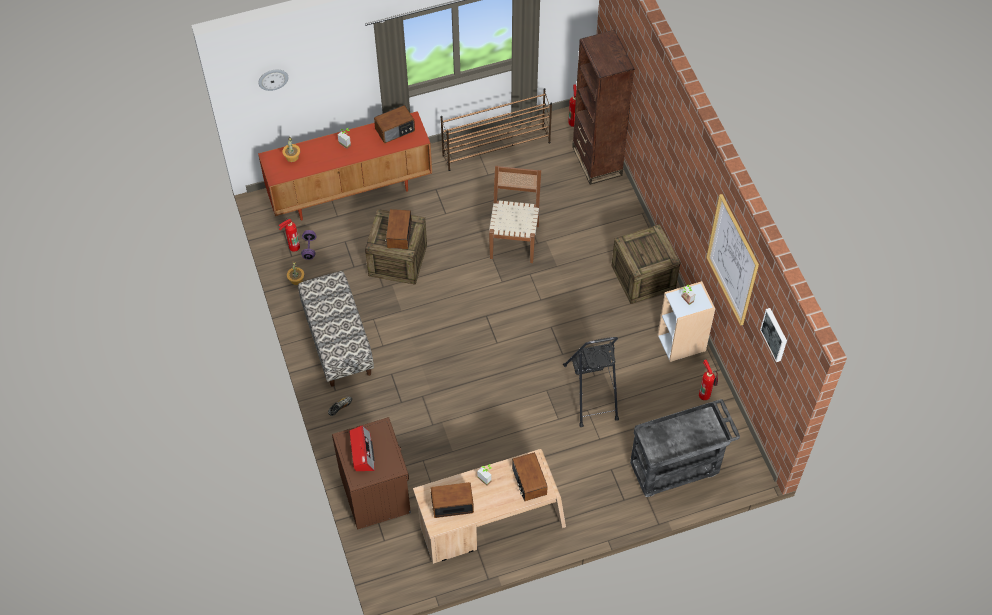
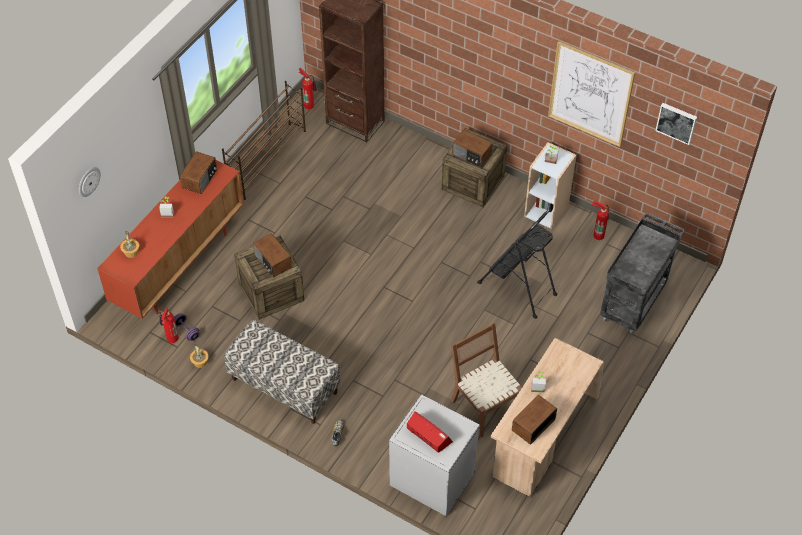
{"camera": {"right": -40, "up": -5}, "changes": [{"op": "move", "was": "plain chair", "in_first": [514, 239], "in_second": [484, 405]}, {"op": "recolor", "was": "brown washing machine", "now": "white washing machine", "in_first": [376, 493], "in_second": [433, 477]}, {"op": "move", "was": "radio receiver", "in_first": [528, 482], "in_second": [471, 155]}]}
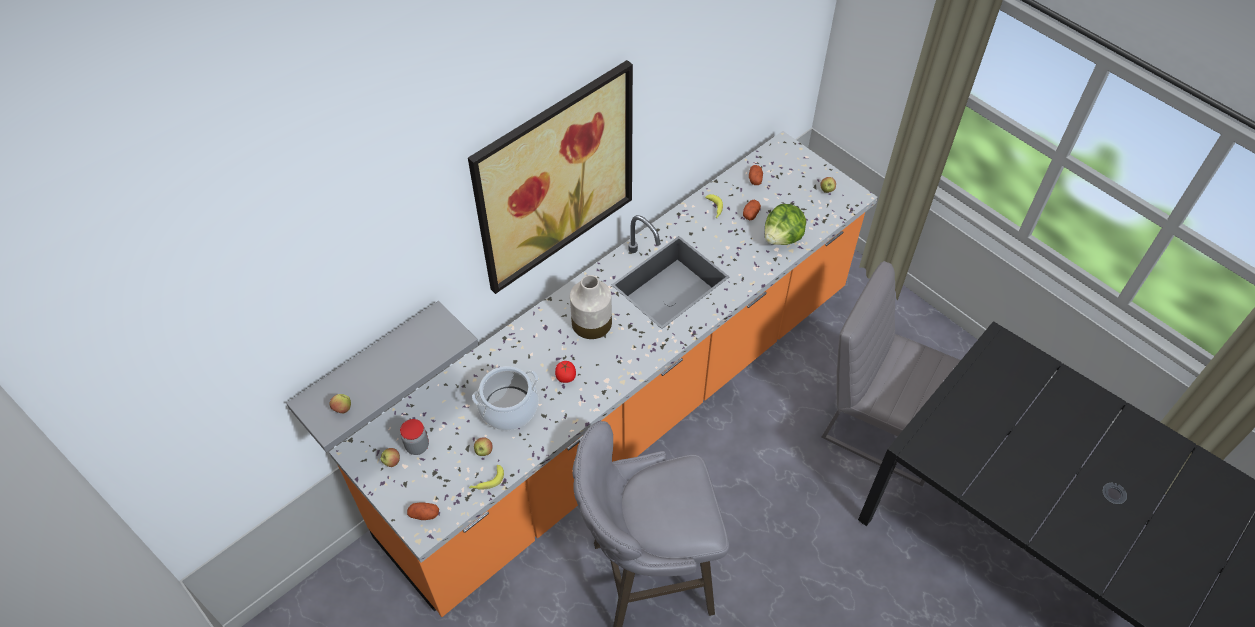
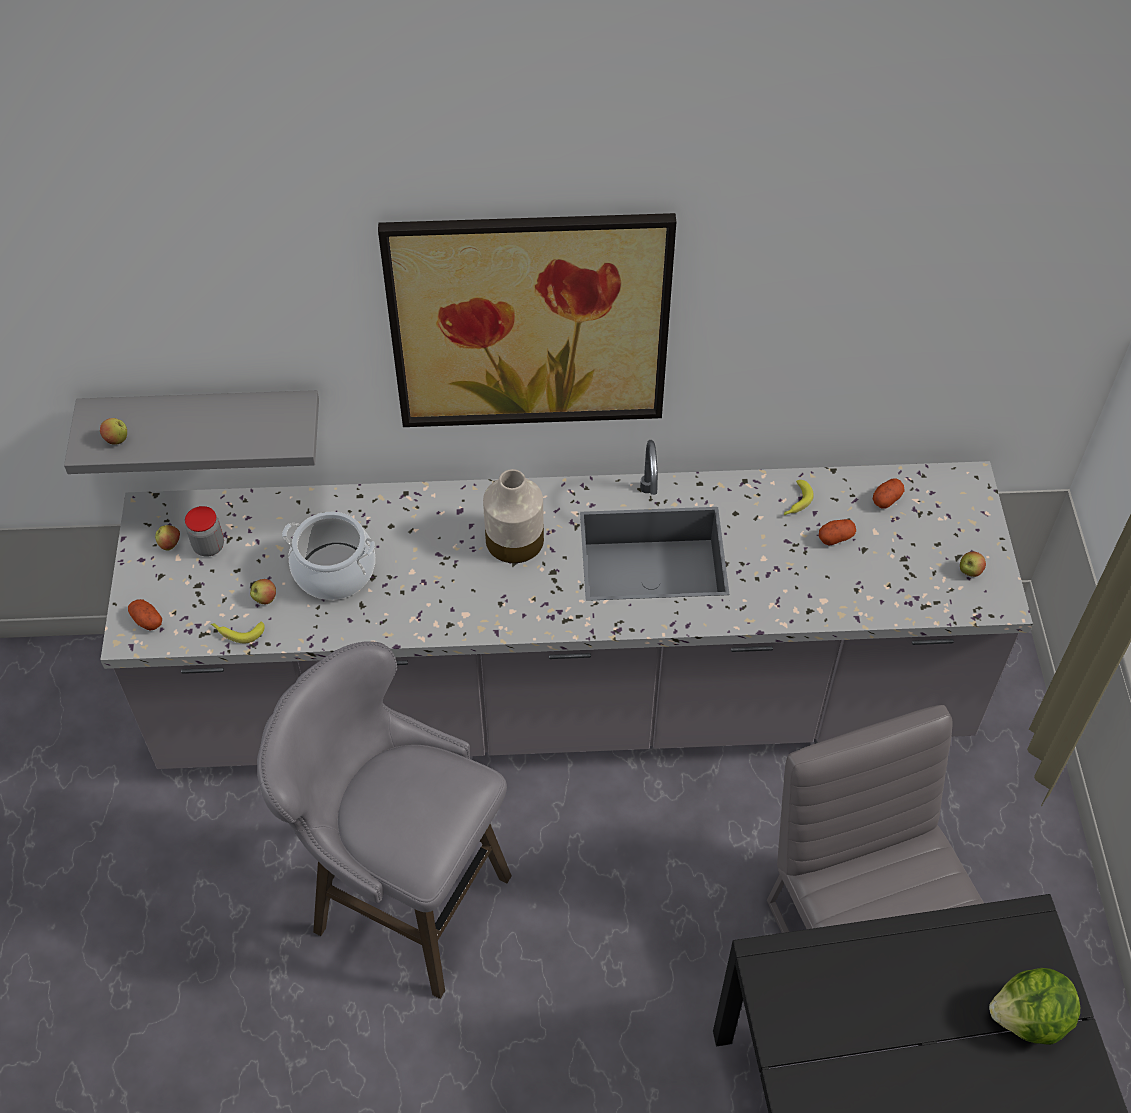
{"camera": {"right": 40, "up": 0}, "changes": [{"op": "recolor", "was": "orange counter", "now": "grey counter", "in_first": [627, 410], "in_second": [565, 698]}, {"op": "move", "was": "lettuce", "in_first": [782, 238], "in_second": [1029, 1019]}, {"op": "delete", "was": "fresh tomato", "in_first": [565, 376]}]}
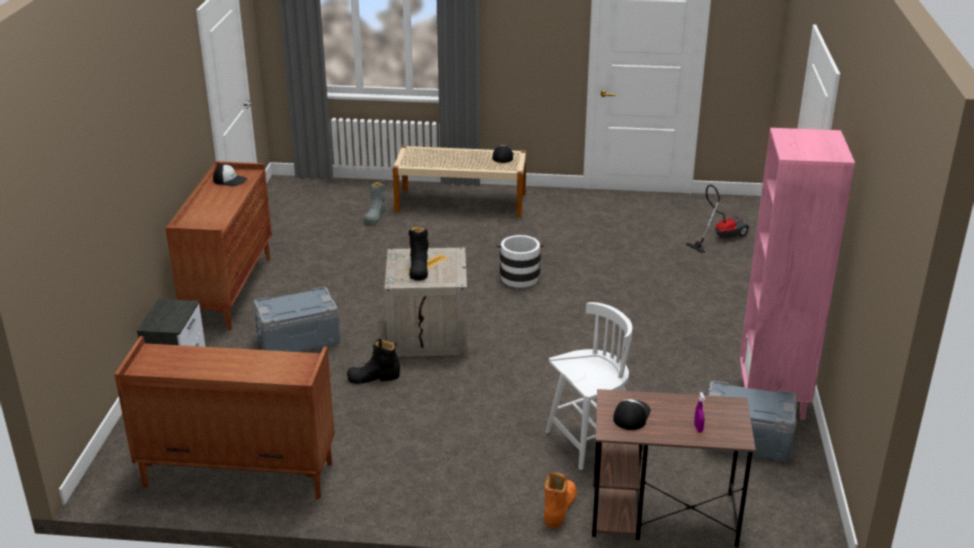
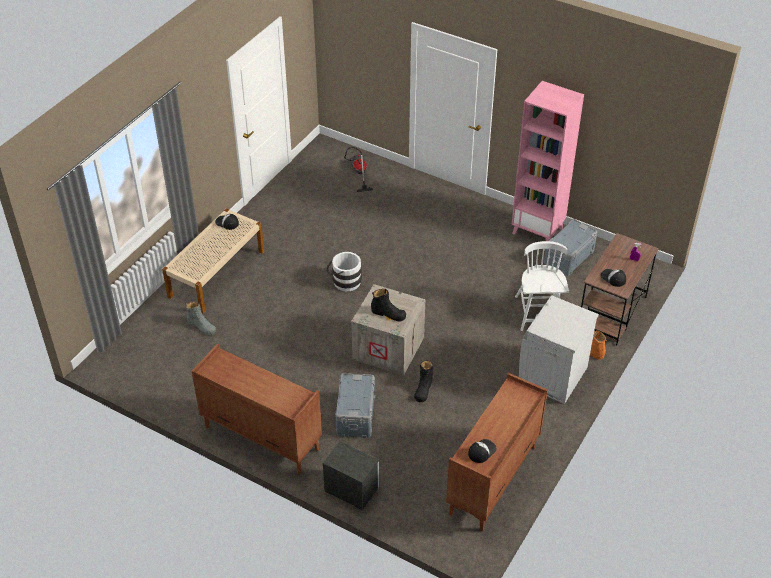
{"camera": {"right": -65, "up": 15}, "changes": [{"op": "move", "was": "baseball cap", "in_first": [230, 180], "in_second": [481, 451]}, {"op": "insert", "now": "white washing machine", "in_second": [552, 376]}]}
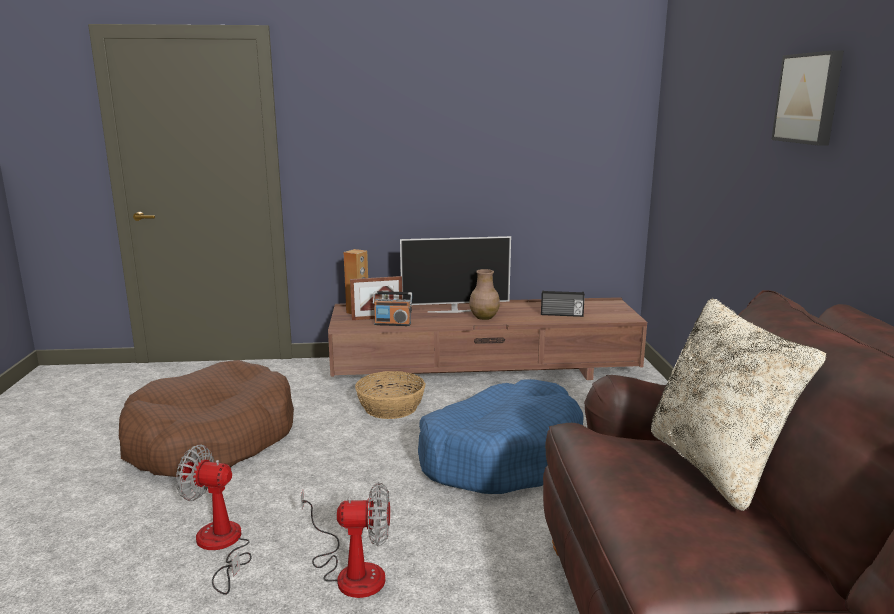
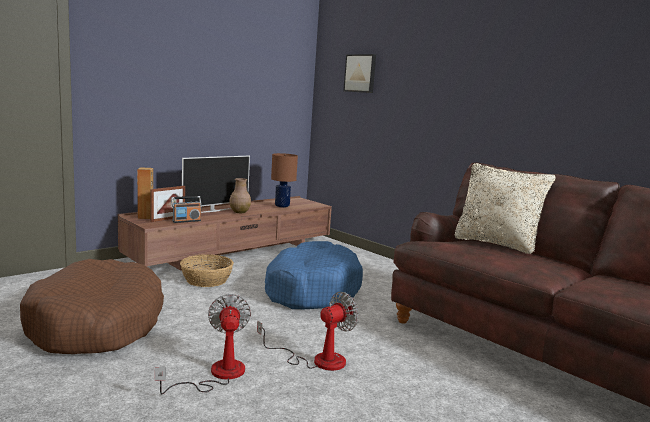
{"camera": {"right": -40, "up": -5}, "changes": [{"op": "move", "was": "wall art", "in_first": [809, 98], "in_second": [360, 73]}, {"op": "replace", "was": "radio receiver", "now": "brown tabletop lamp", "in_first": [561, 315], "in_second": [282, 206]}, {"op": "rotate", "was": "cooling fan", "in_first": [221, 546], "in_second": [217, 375], "clockwise": 105}]}
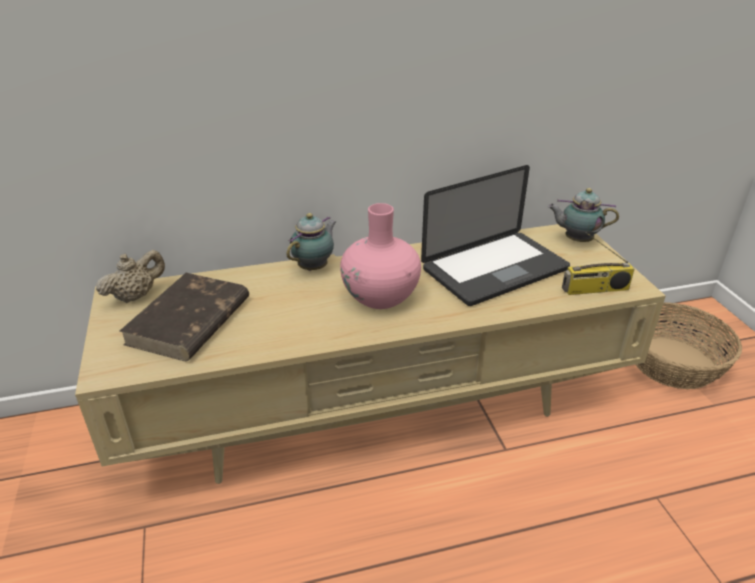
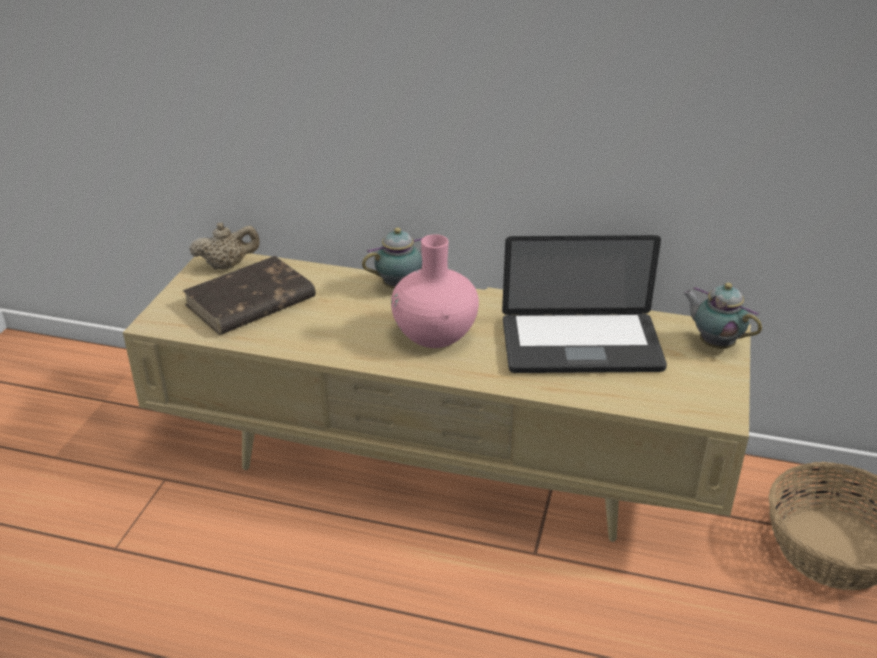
{"camera": {"right": 30, "up": 0}, "changes": [{"op": "delete", "was": "radio receiver", "in_first": [594, 289]}]}
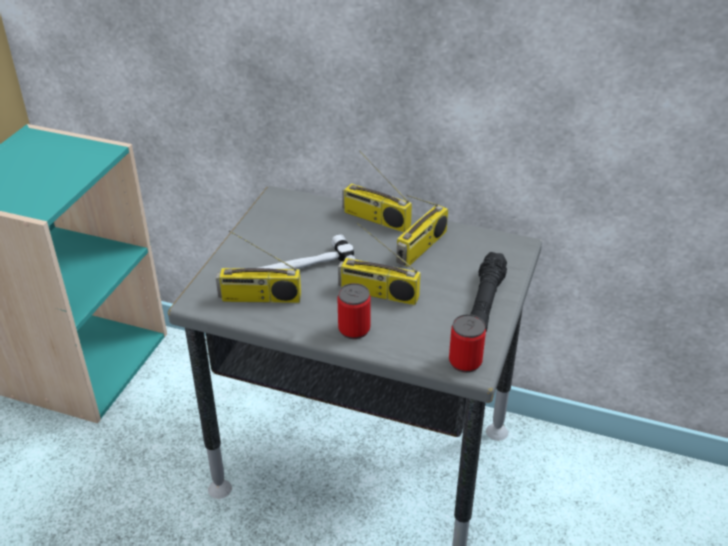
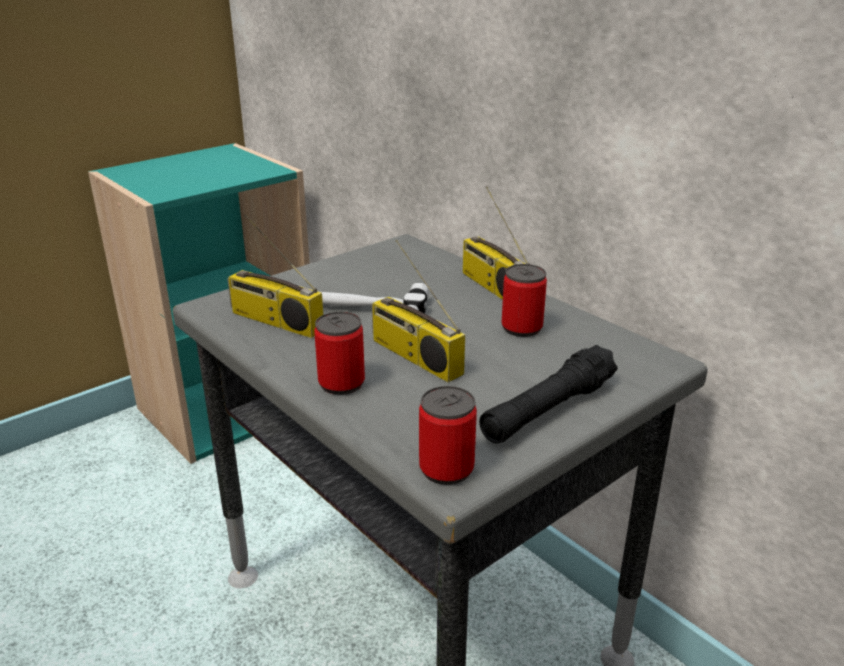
{"camera": {"right": 30, "up": -10}, "changes": [{"op": "replace", "was": "radio receiver", "now": "sealed can", "in_first": [422, 248], "in_second": [521, 328]}]}
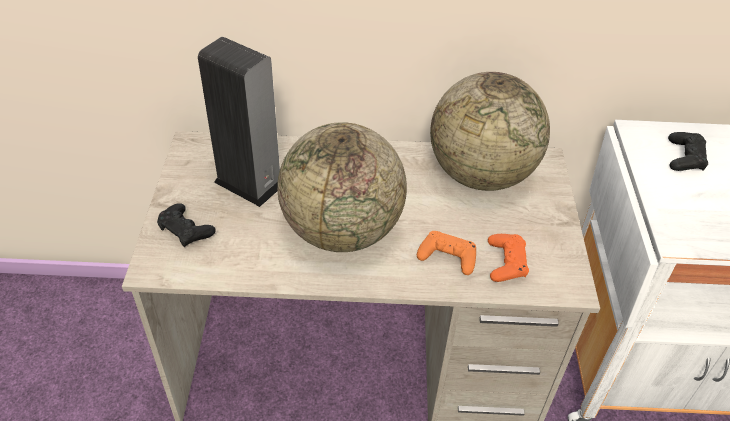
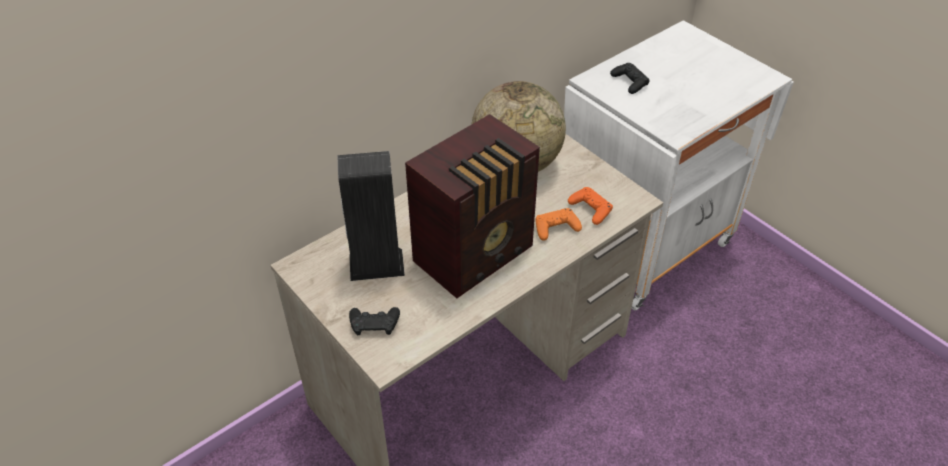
{"camera": {"right": -40, "up": 0}, "changes": [{"op": "replace", "was": "desk globe", "now": "radio receiver", "in_first": [342, 230], "in_second": [476, 254]}]}
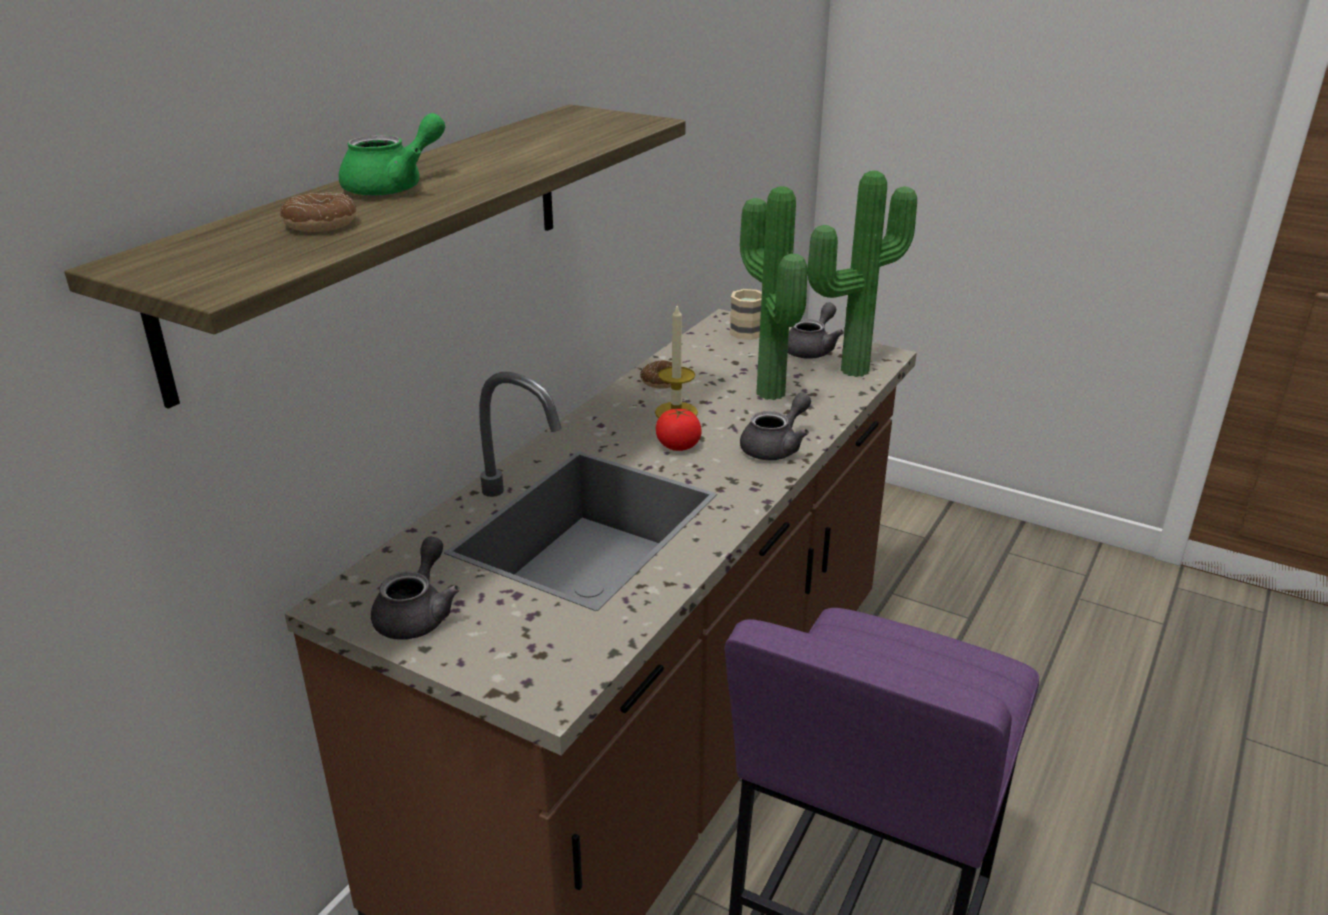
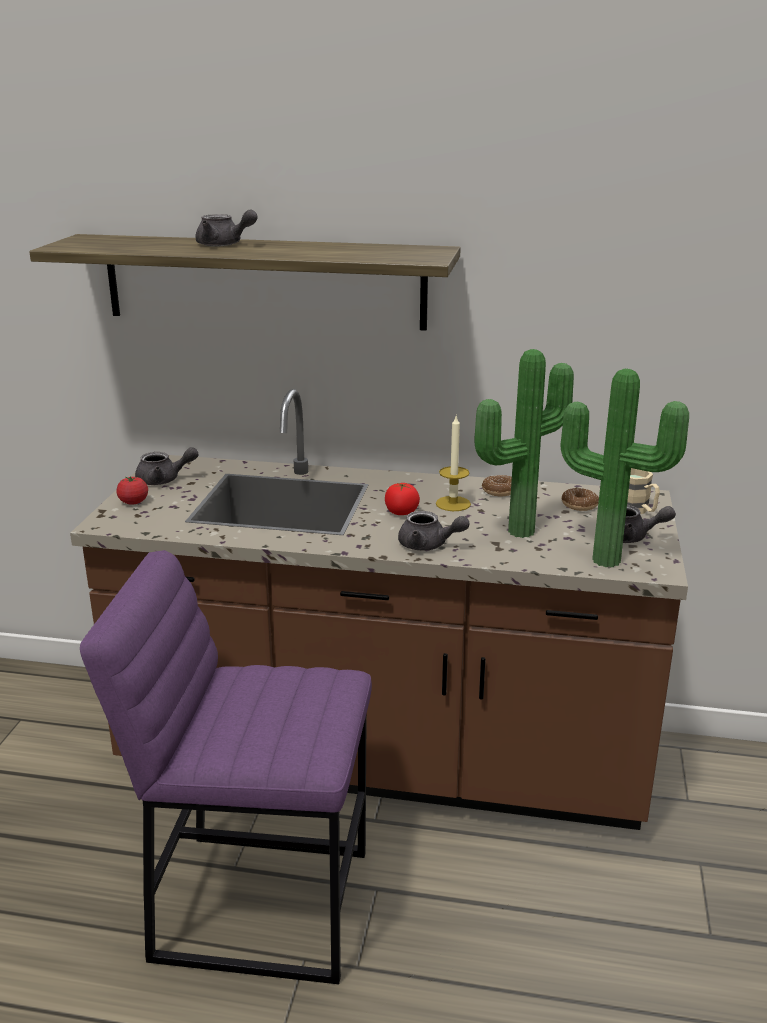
{"camera": {"right": 70, "up": -5}, "changes": [{"op": "recolor", "was": "green pot for tea", "now": "grey pot for tea", "in_first": [394, 187], "in_second": [224, 245]}, {"op": "move", "was": "donut", "in_first": [321, 224], "in_second": [579, 505]}, {"op": "insert", "now": "fresh tomato", "in_second": [133, 502]}]}
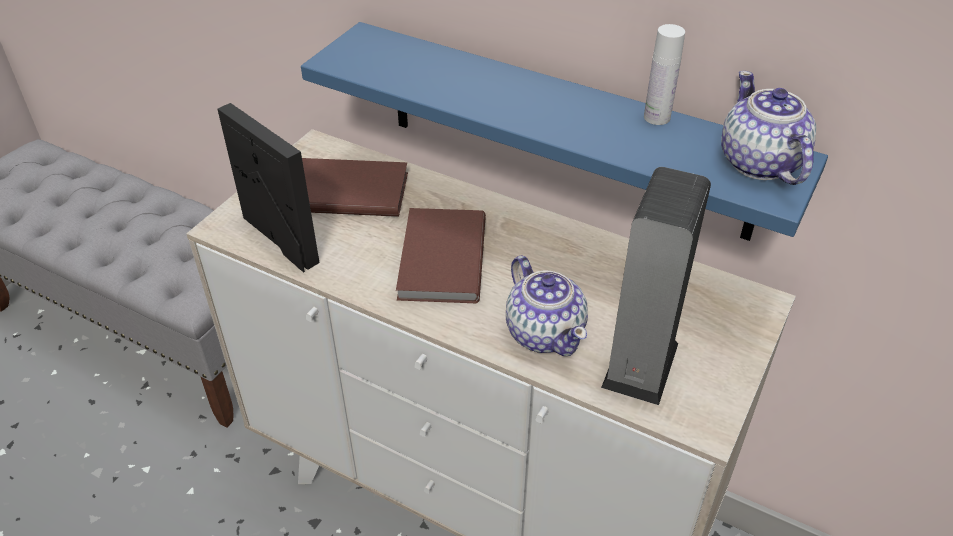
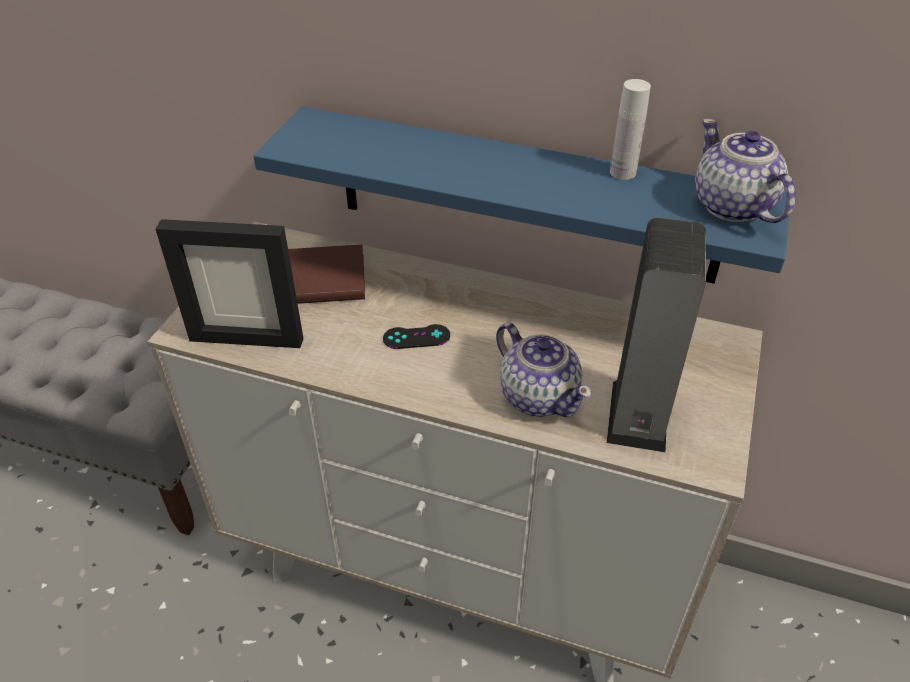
{"camera": {"right": -10, "up": 0}, "changes": [{"op": "rotate", "was": "standing frame", "in_first": [278, 241], "in_second": [247, 338], "clockwise": 150}, {"op": "replace", "was": "brown bound book", "now": "black-coloured joypad", "in_first": [439, 259], "in_second": [416, 337]}]}
